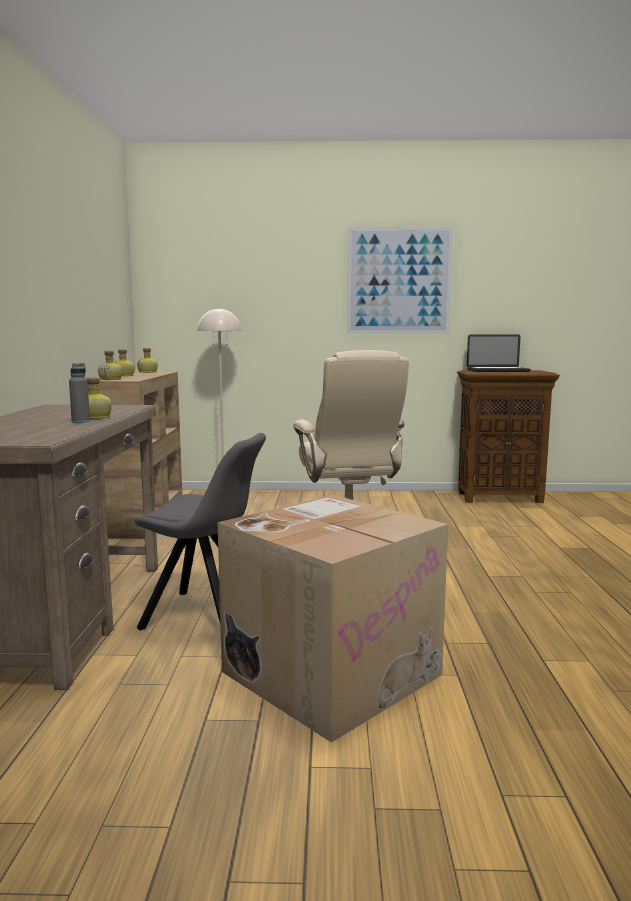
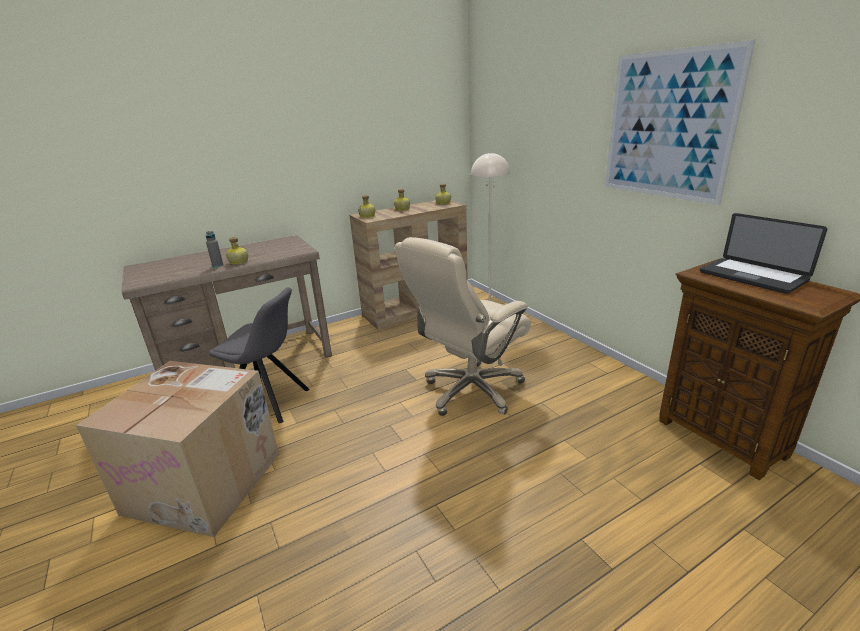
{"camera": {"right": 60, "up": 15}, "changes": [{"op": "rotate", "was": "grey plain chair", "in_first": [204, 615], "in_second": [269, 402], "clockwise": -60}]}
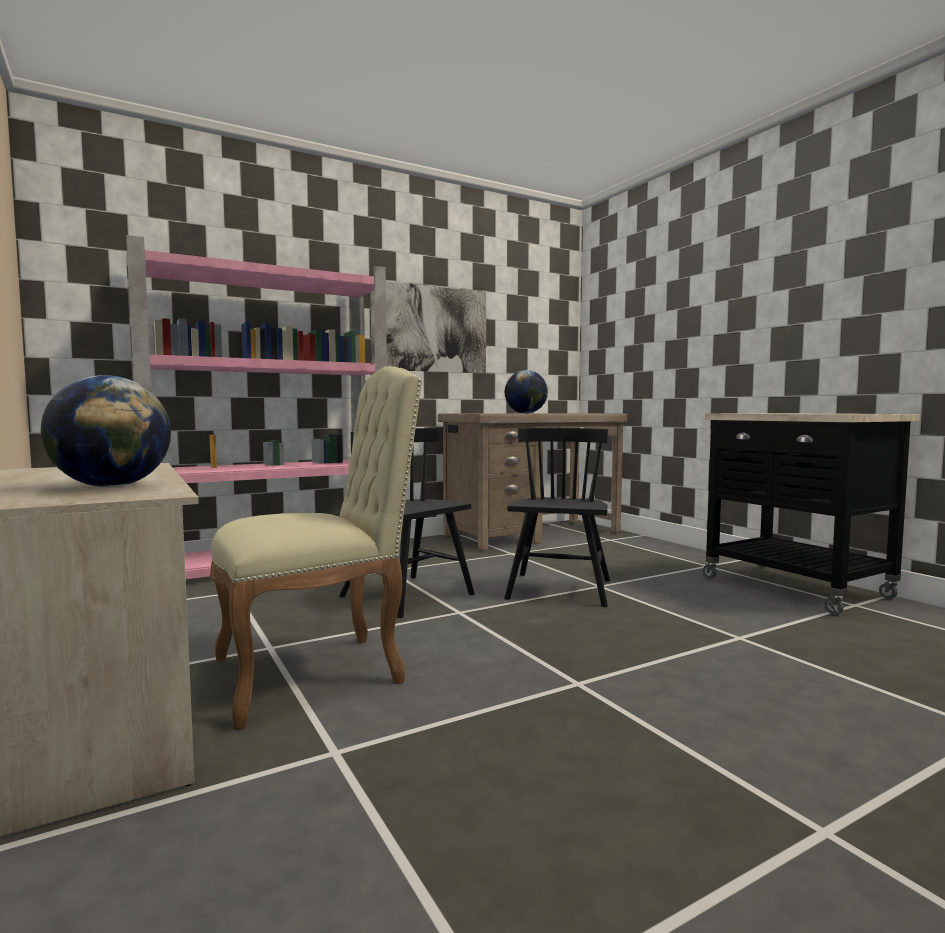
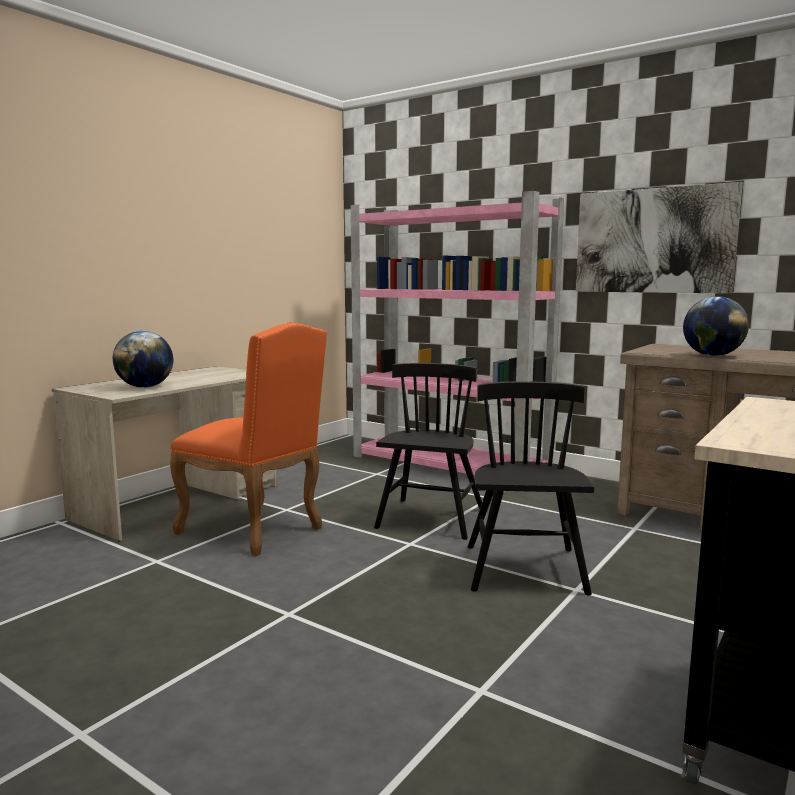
{"camera": {"right": 65, "up": 5}, "changes": [{"op": "recolor", "was": "beige plain chair", "now": "orange plain chair", "in_first": [313, 673], "in_second": [255, 530]}, {"op": "rotate", "was": "black-coloured plain chair", "in_first": [559, 591], "in_second": [525, 572], "clockwise": -75}]}
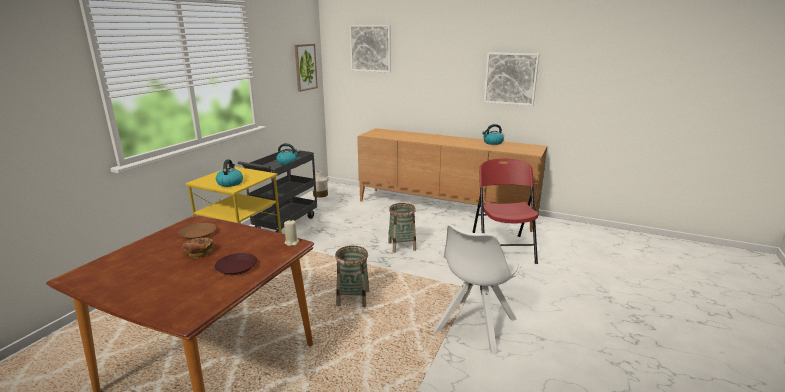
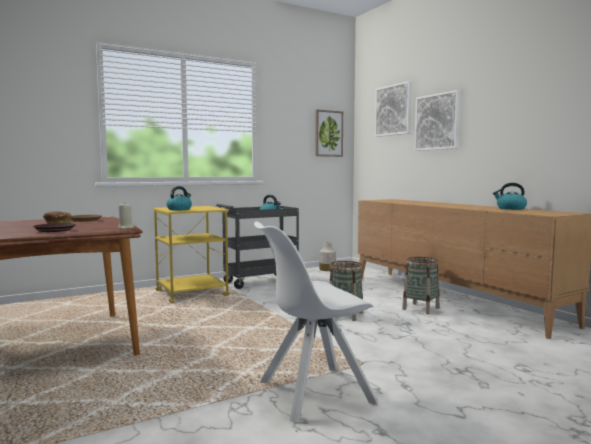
{"camera": {"right": 35, "up": -15}, "changes": [{"op": "move", "was": "wall art", "in_first": [510, 78], "in_second": [437, 122]}, {"op": "delete", "was": "red-coloured plain chair", "in_first": [502, 249]}, {"op": "move", "was": "basket", "in_first": [353, 298], "in_second": [420, 308]}]}
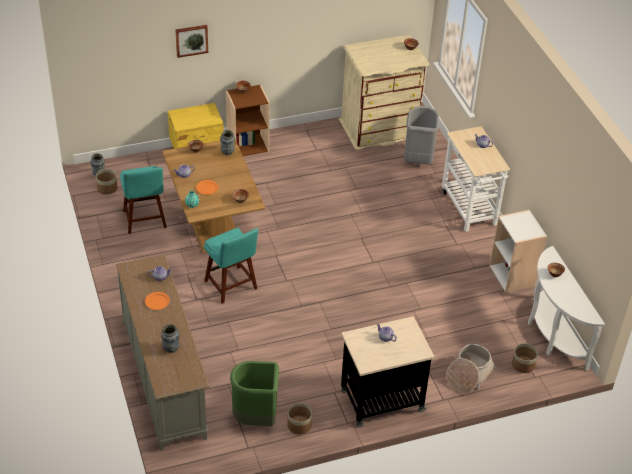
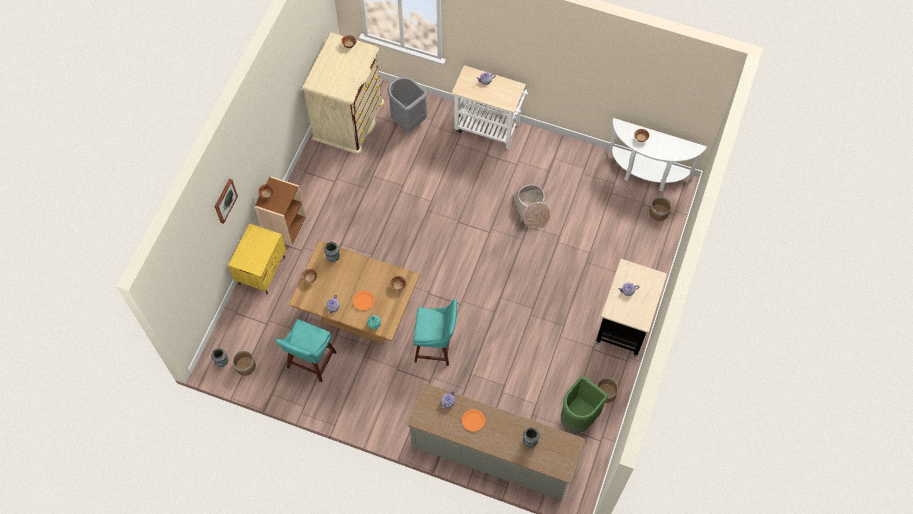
{"camera": {"right": -50, "up": 20}, "changes": [{"op": "rotate", "was": "turquoise plain chair", "in_first": [145, 221], "in_second": [310, 362], "clockwise": 90}, {"op": "delete", "was": "white shelving unit", "in_first": [513, 275]}, {"op": "move", "was": "basket", "in_first": [468, 375], "in_second": [531, 210]}]}
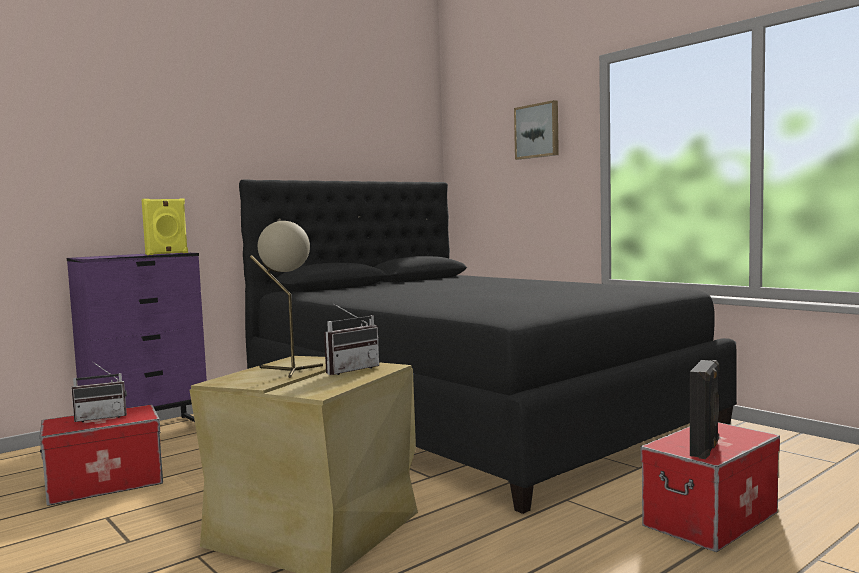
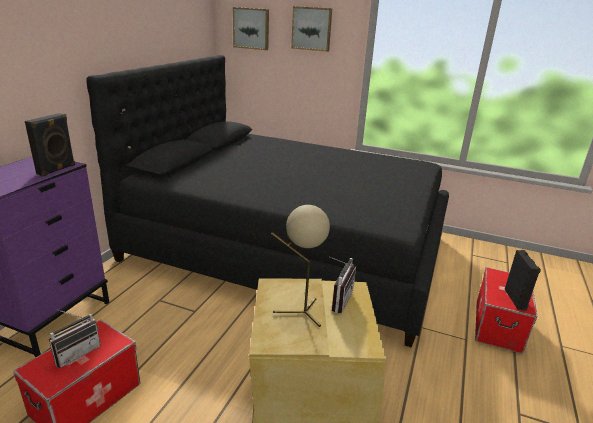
{"camera": {"right": -30, "up": 20}, "changes": [{"op": "recolor", "was": "yellowish audio speaker", "now": "black-coloured audio speaker", "in_first": [167, 253], "in_second": [57, 170]}, {"op": "insert", "now": "wall art", "in_second": [251, 28]}]}
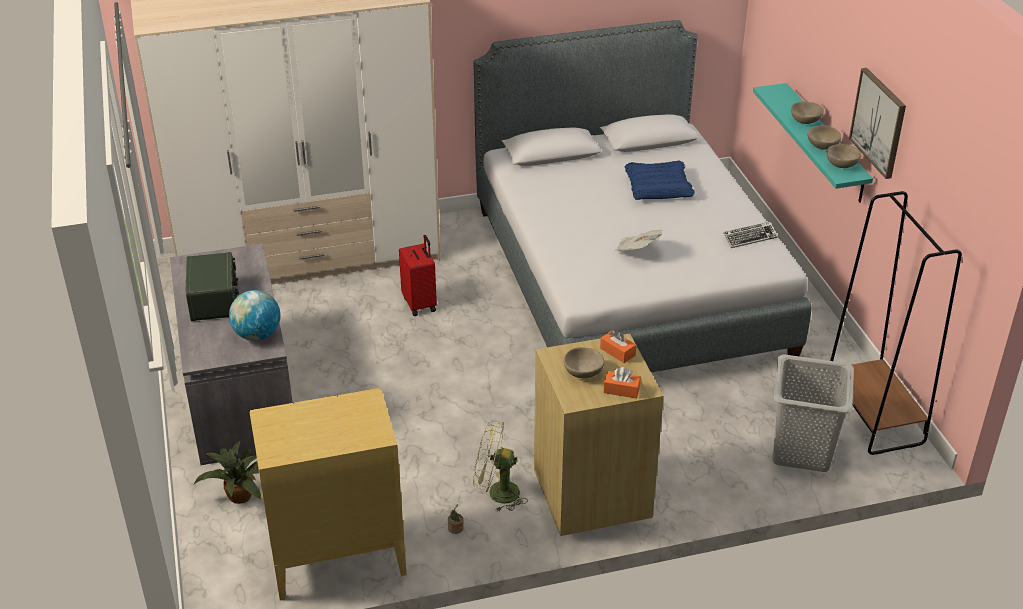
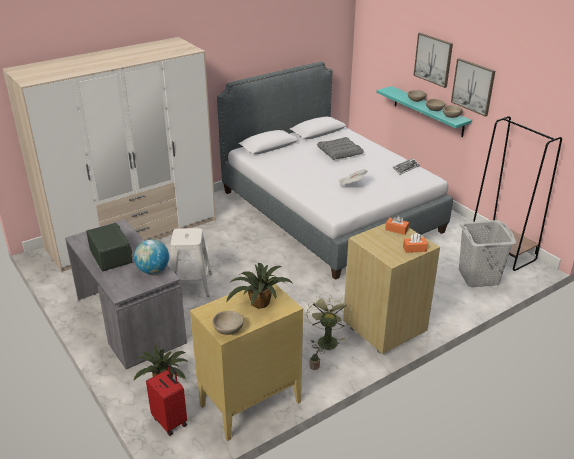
{"camera": {"right": -20, "up": -5}, "changes": [{"op": "recolor", "was": "blue pillow", "now": "grey pillow", "in_first": [658, 188], "in_second": [339, 153]}, {"op": "move", "was": "red-coloured piece of luggage", "in_first": [420, 304], "in_second": [170, 421]}, {"op": "move", "was": "beige bowl", "in_first": [583, 373], "in_second": [228, 330]}, {"op": "rotate", "was": "green cooling fan", "in_first": [496, 493], "in_second": [326, 340], "clockwise": 105}, {"op": "insert", "now": "wall art", "in_second": [433, 59]}, {"op": "insert", "now": "white stool", "in_second": [191, 285]}, {"op": "insert", "now": "potted plant", "in_second": [259, 304]}]}
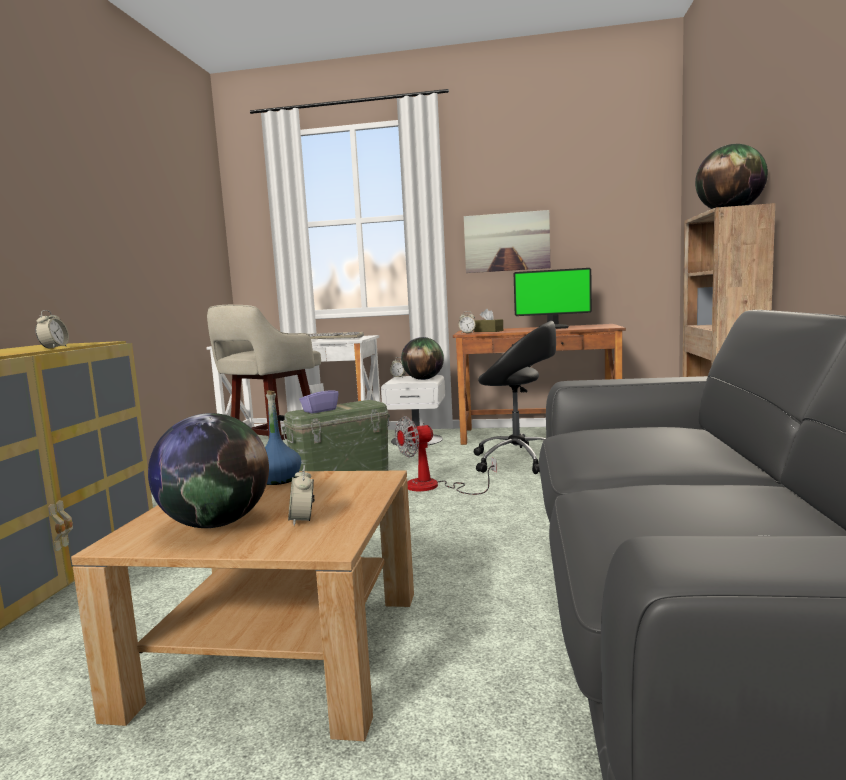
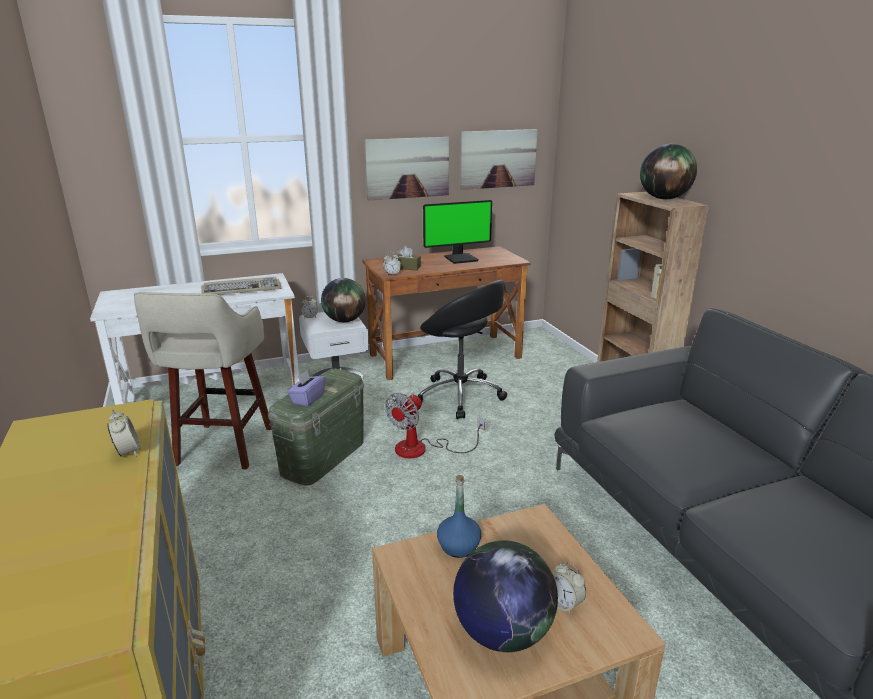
{"camera": {"right": -30, "up": 15}, "changes": [{"op": "rotate", "was": "black-coloured desk chair", "in_first": [519, 460], "in_second": [461, 396], "clockwise": 45}, {"op": "insert", "now": "wall art", "in_second": [498, 159]}]}
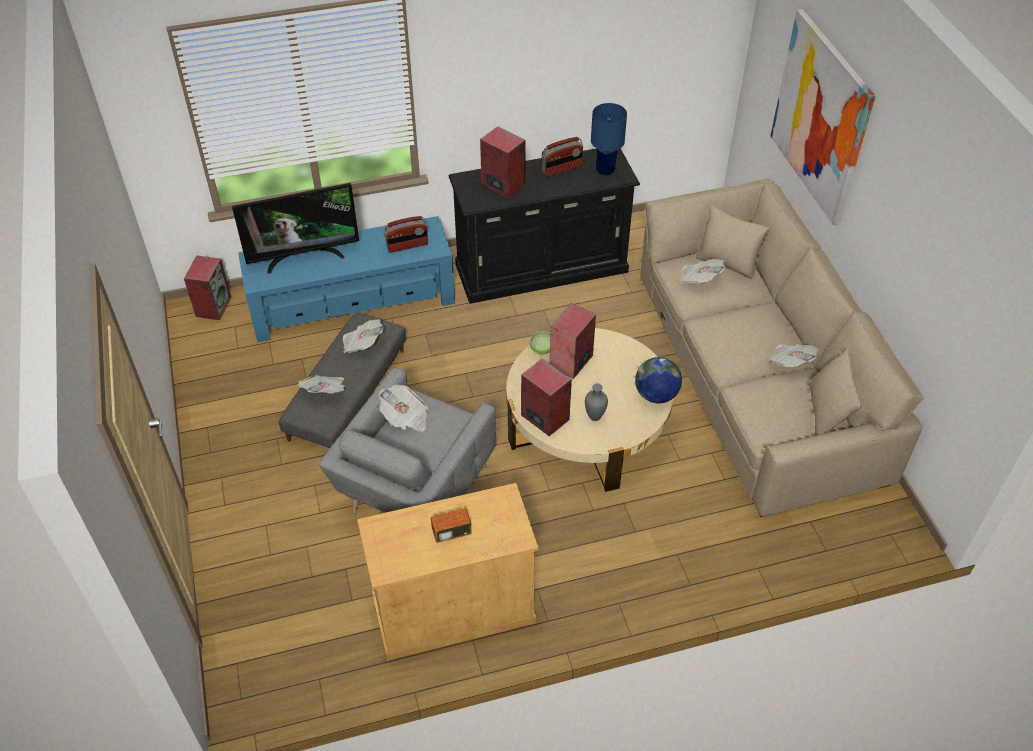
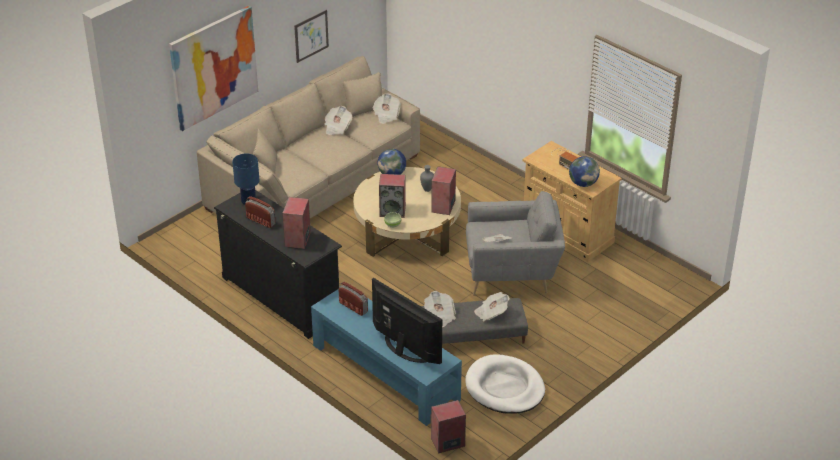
{"camera": {"right": -120, "up": -10}, "changes": [{"op": "move", "was": "printed paper", "in_first": [699, 279], "in_second": [386, 115]}, {"op": "insert", "now": "wall art", "in_second": [311, 36]}, {"op": "insert", "now": "desk globe", "in_second": [583, 183]}, {"op": "insert", "now": "white pet bed", "in_second": [504, 388]}]}
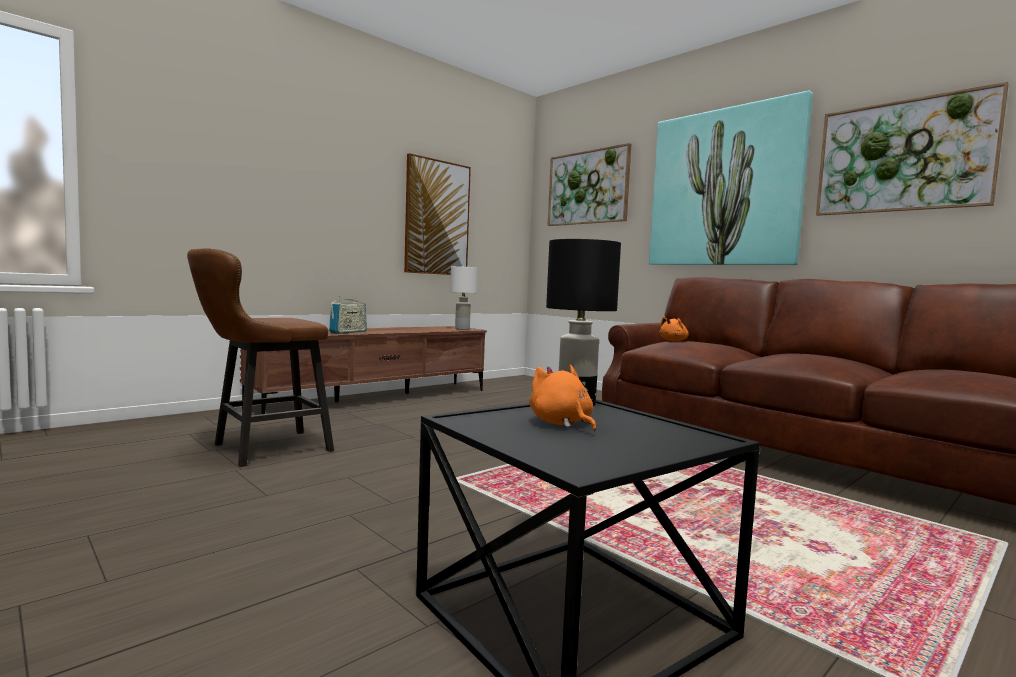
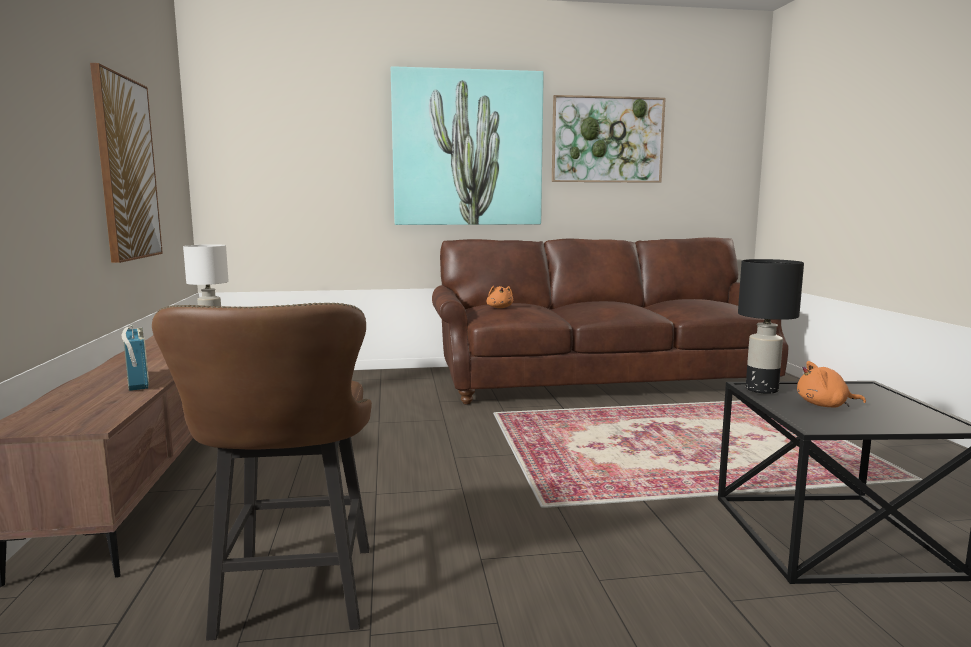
{"camera": {"right": -55, "up": 5}, "changes": [{"op": "delete", "was": "wall art", "in_first": [588, 187]}]}
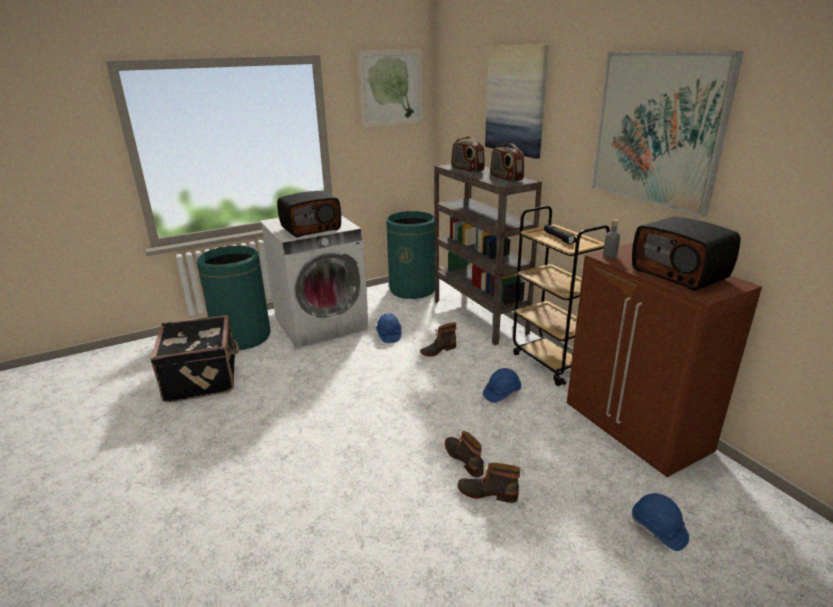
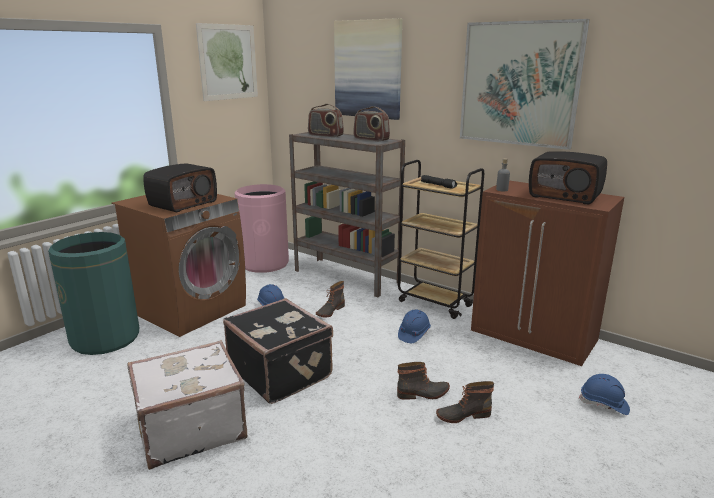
{"camera": {"right": -25, "up": -5}, "changes": [{"op": "recolor", "was": "green rubbish bin", "now": "pink-coloured rubbish bin", "in_first": [412, 289], "in_second": [265, 263]}, {"op": "recolor", "was": "white washing machine", "now": "brown washing machine", "in_first": [321, 323], "in_second": [190, 308]}, {"op": "move", "was": "black-coloured piece of luggage", "in_first": [203, 378], "in_second": [281, 372]}, {"op": "rotate", "was": "high-top boot", "in_first": [464, 458], "in_second": [423, 394], "clockwise": 135}, {"op": "insert", "now": "white piece of luggage", "in_second": [190, 428]}]}
